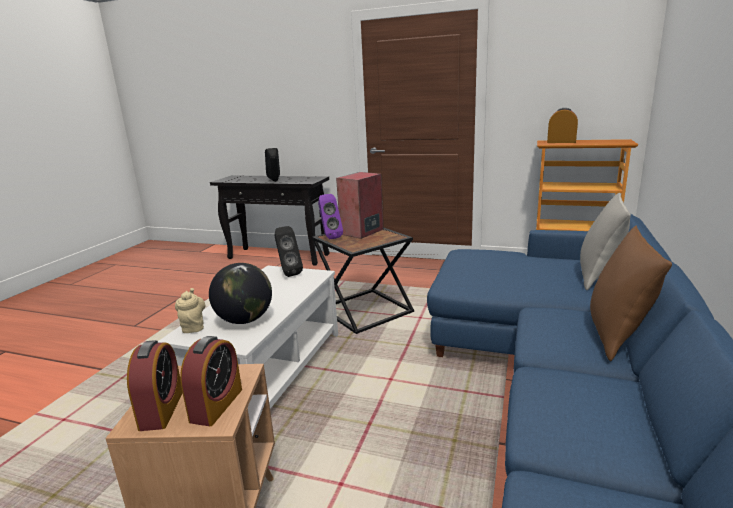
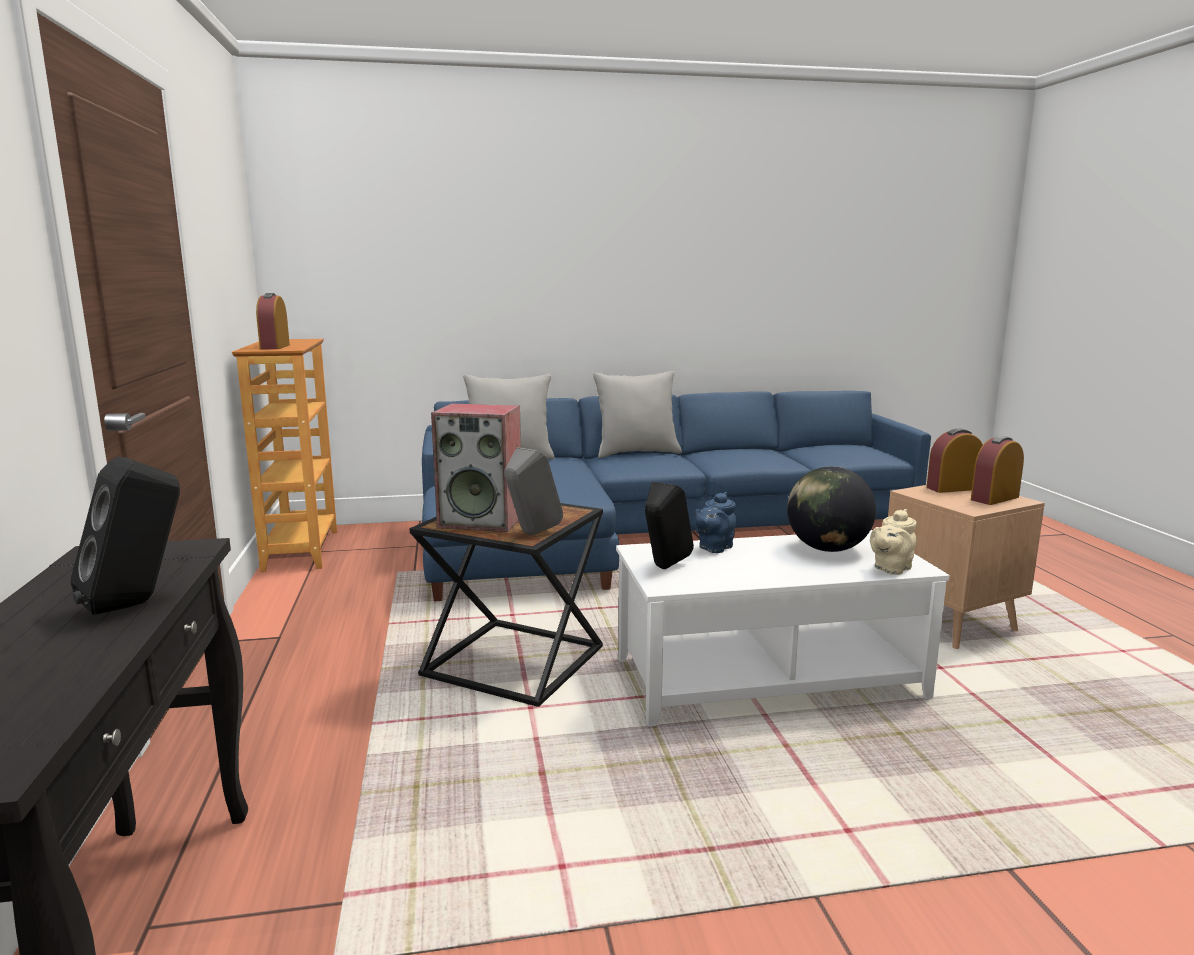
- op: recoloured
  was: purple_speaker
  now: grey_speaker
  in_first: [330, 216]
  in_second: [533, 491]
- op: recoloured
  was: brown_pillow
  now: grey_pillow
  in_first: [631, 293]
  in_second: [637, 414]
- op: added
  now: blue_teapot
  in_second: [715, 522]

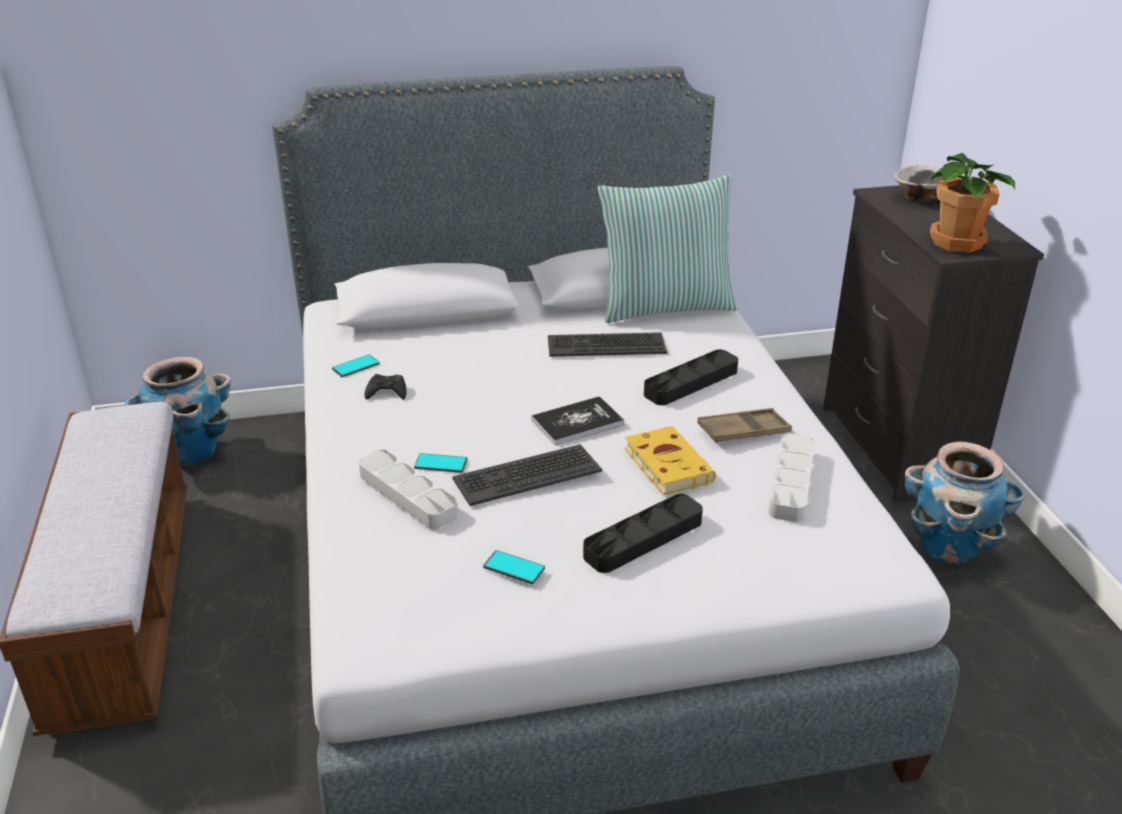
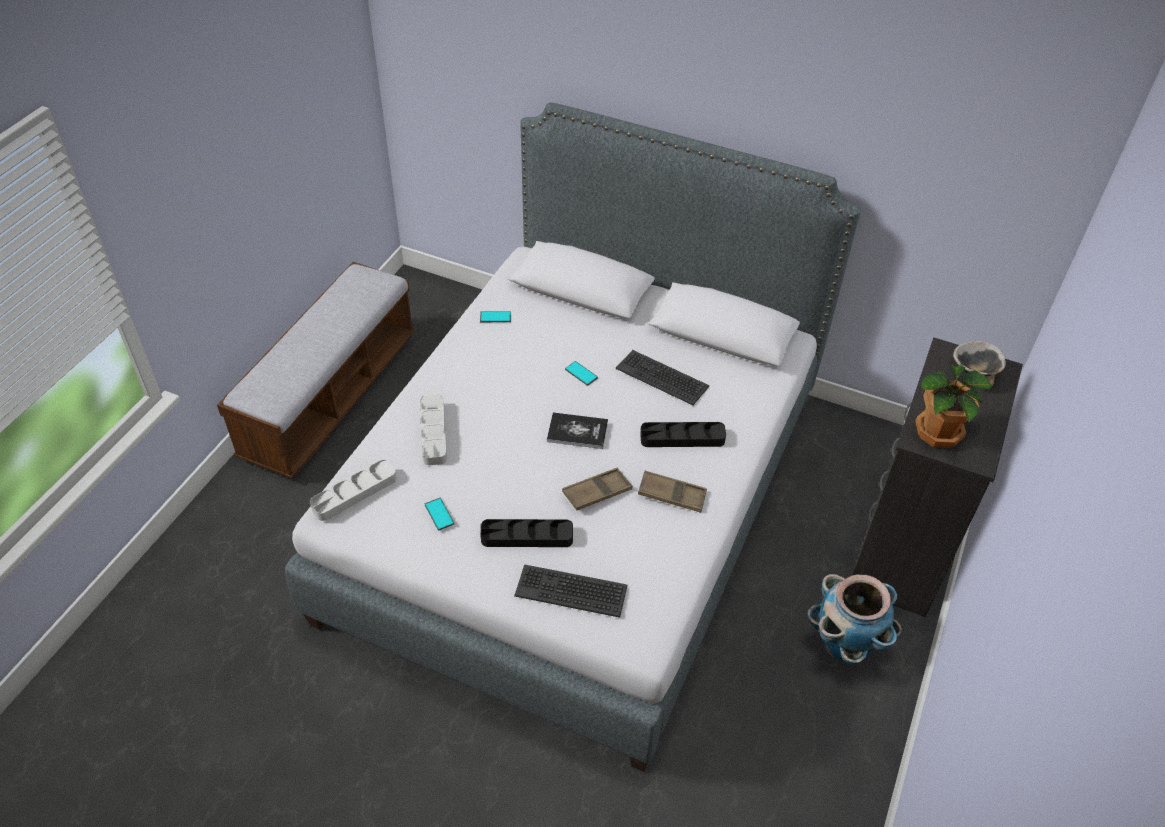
- op: removed
  was: pillow
  in_first: [667, 248]
- op: removed
  was: planter
  in_first: [178, 411]
- op: removed
  was: black_game_controller
  in_first: [385, 387]
- op: replaced
  was: yellow_book
  now: brown_tray
  in_first: [670, 461]
  in_second: [597, 489]
- op: moved
  was: grey_tray
  in_first: [791, 478]
  in_second: [353, 490]
- op: moved
  was: keyboard
  in_first: [527, 475]
  in_second: [571, 591]
- op: moved
  was: phone
  in_first: [441, 463]
  in_second: [581, 373]

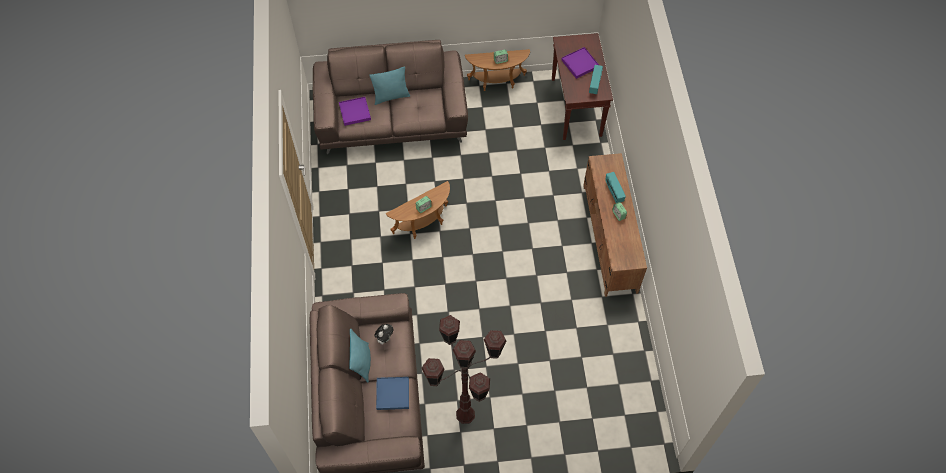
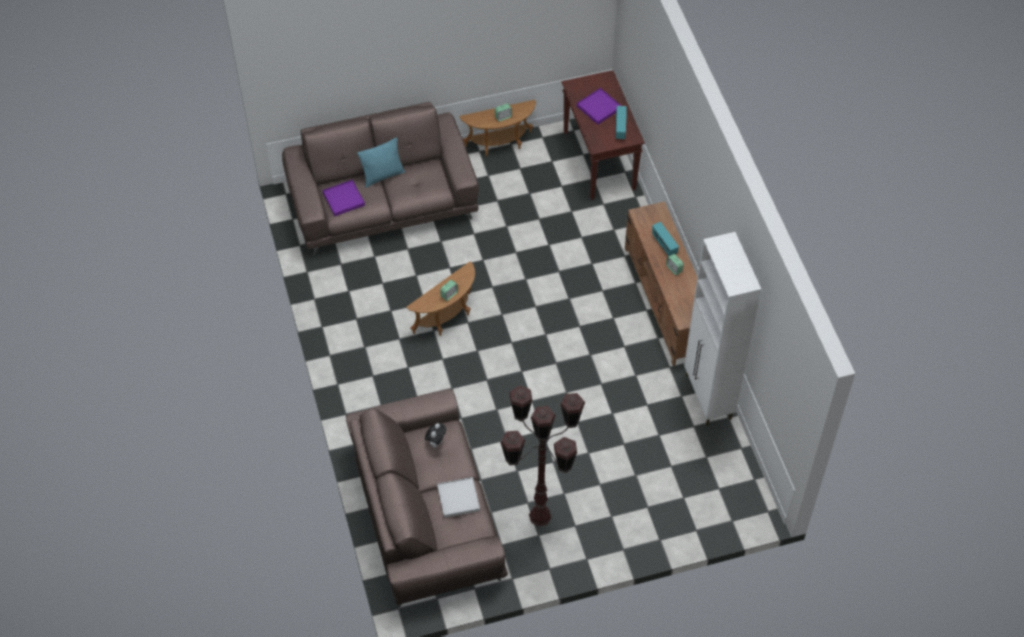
- op: removed
  was: turquoise_pillow
  in_first: [360, 355]
- op: recoloured
  was: blue_tray
  now: white_tray
  in_first: [392, 393]
  in_second: [458, 497]
- op: added
  now: white_cabinet
  in_second: [722, 329]

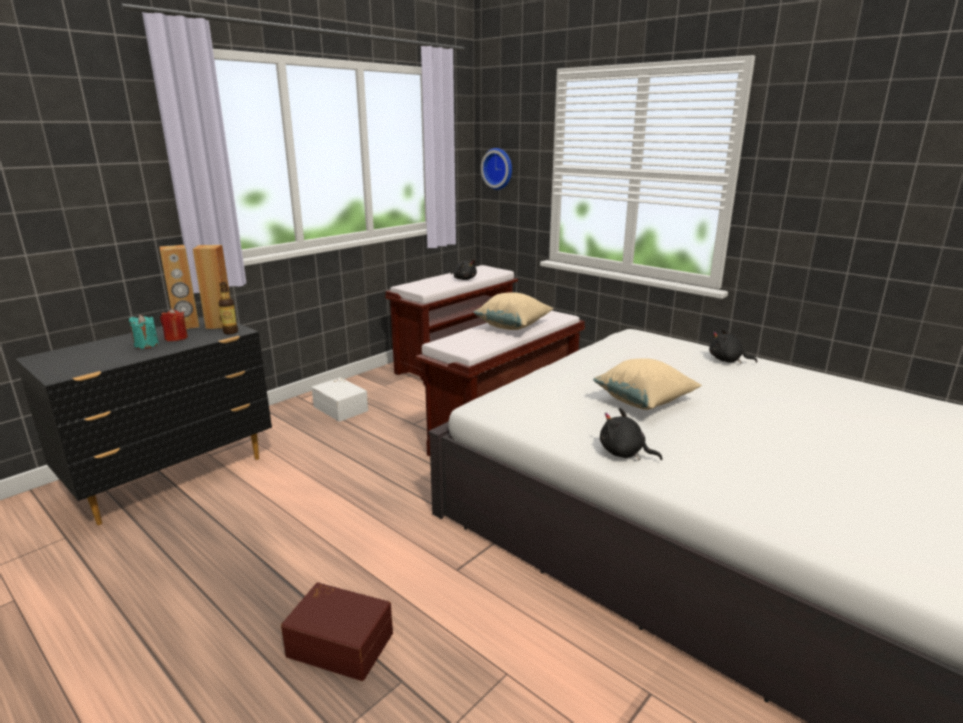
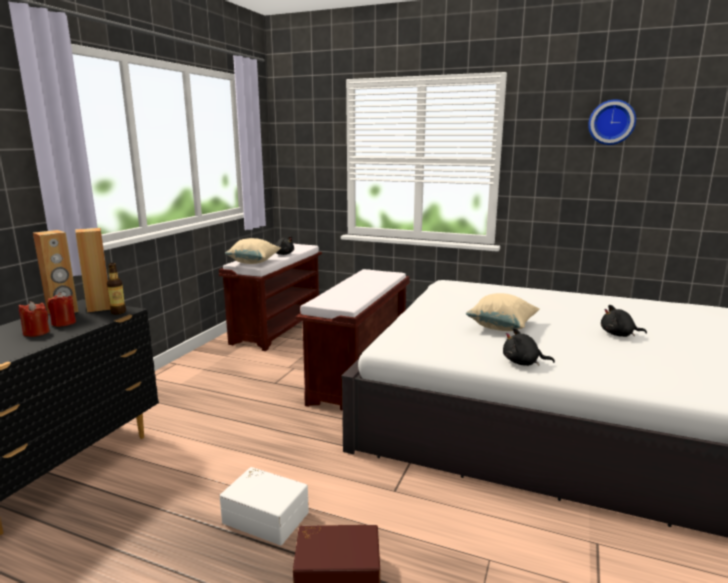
- op: moved
  was: wall_clock
  in_first: [496, 169]
  in_second: [612, 122]
- op: moved
  was: beige_pillow
  in_first: [513, 311]
  in_second: [253, 251]
- op: recoloured
  was: turquoise_candle
  now: red_candle
  in_first: [144, 332]
  in_second: [34, 319]
- op: moved
  was: black_plush_toy
  in_first: [733, 346]
  in_second: [624, 321]
- op: moved
  was: white_storage_box
  in_first: [340, 399]
  in_second: [264, 506]

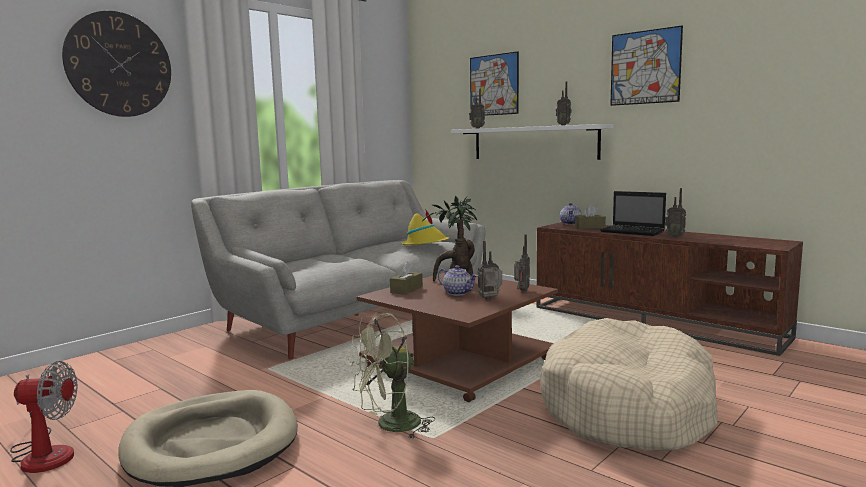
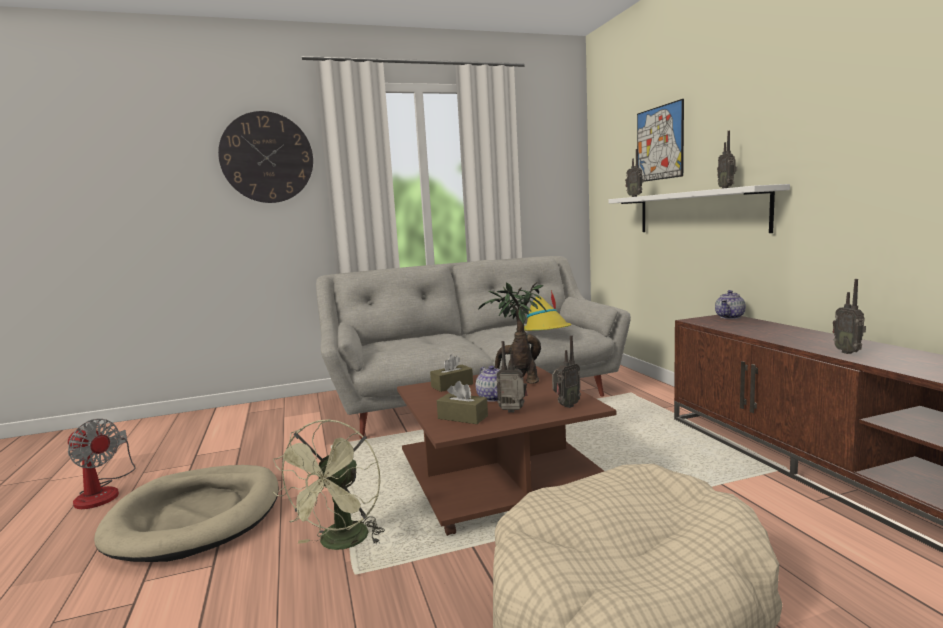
- op: removed
  was: picture
  in_first: [646, 65]
- op: removed
  was: laptop
  in_first: [633, 213]
- op: moved
  was: brown_tissue_box
  in_first: [590, 217]
  in_second: [462, 402]
- op: turned
  was: green_fan
  in_first: [392, 376]
  in_second: [329, 484]
  clockwise: -75

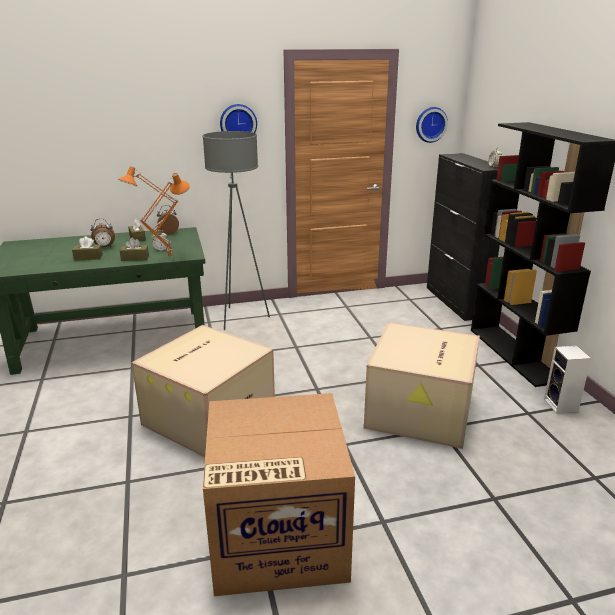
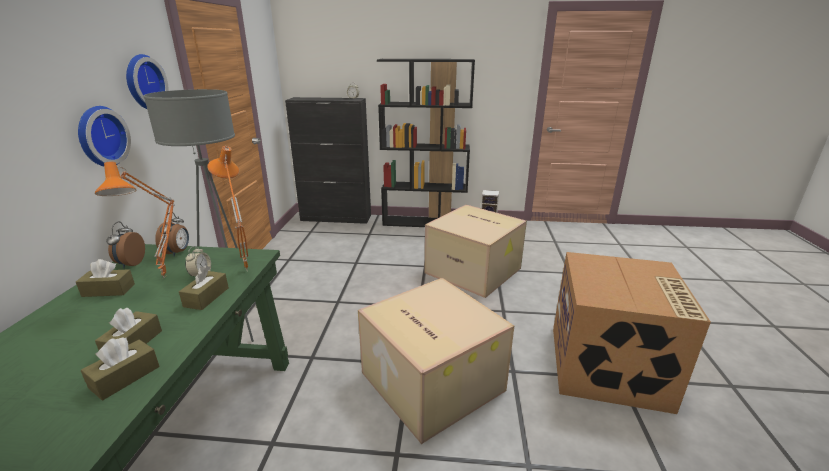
- op: moved
  was: wall_clock
  in_first: [432, 125]
  in_second: [104, 136]
- op: moved
  was: alarm_clock
  in_first: [103, 232]
  in_second: [172, 235]
- op: added
  now: brown_tissue_box
  in_second: [120, 368]

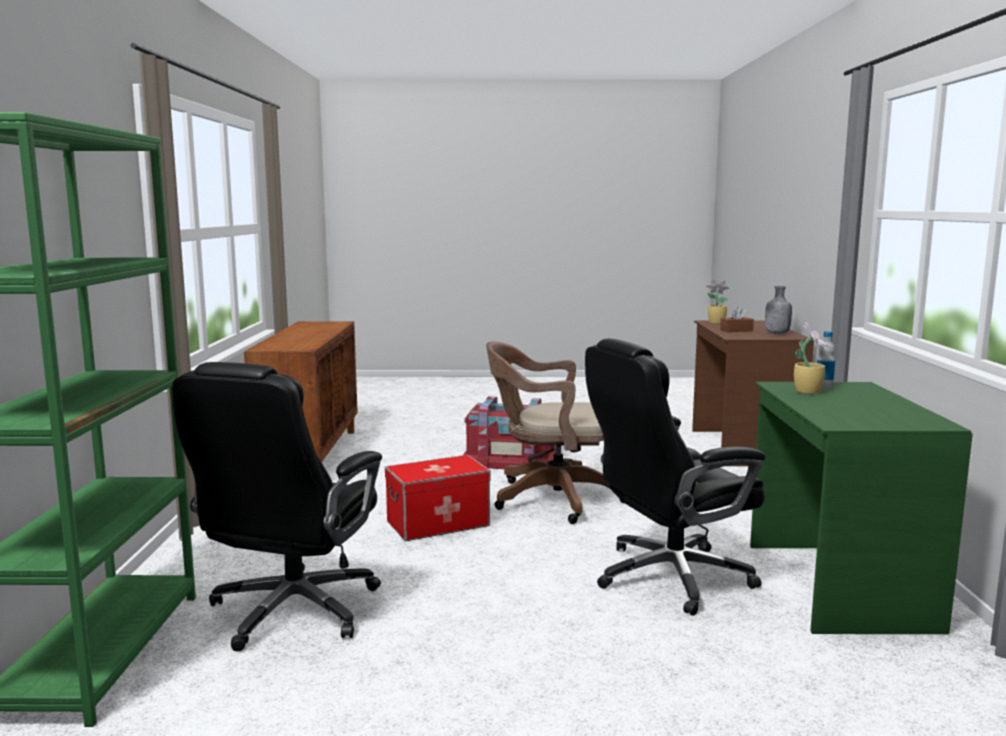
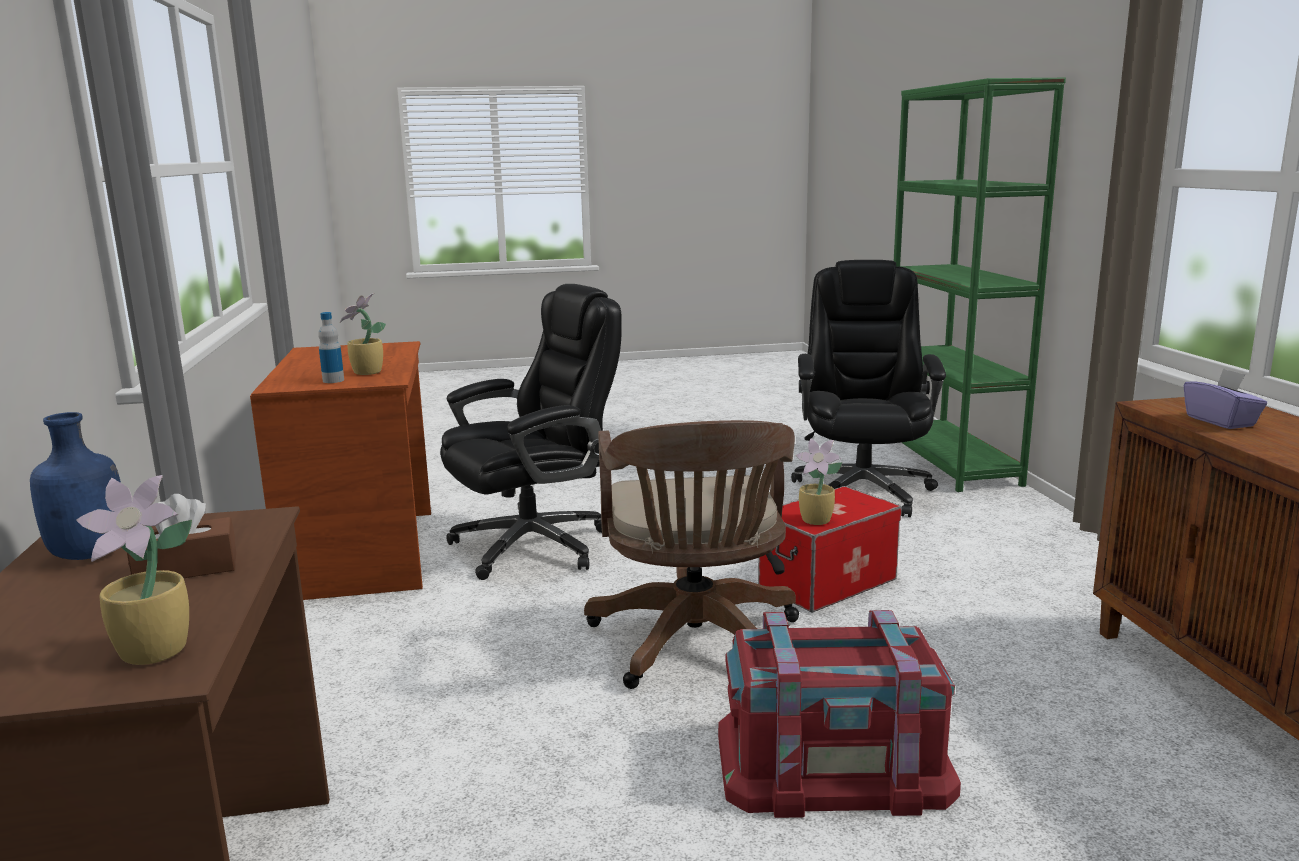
- op: recoloured
  was: grey_bottle
  now: blue_bottle
  in_first: [778, 310]
  in_second: [75, 486]
- op: turned
  was: brown_office_chair
  in_first: [554, 433]
  in_second: [691, 554]
  clockwise: 90
- op: recoloured
  was: green_desk
  now: brown_desk
  in_first: [861, 508]
  in_second: [340, 470]
- op: added
  now: purple_tissue_box
  in_second: [1226, 398]
- op: added
  now: potted_plant
  in_second: [819, 482]

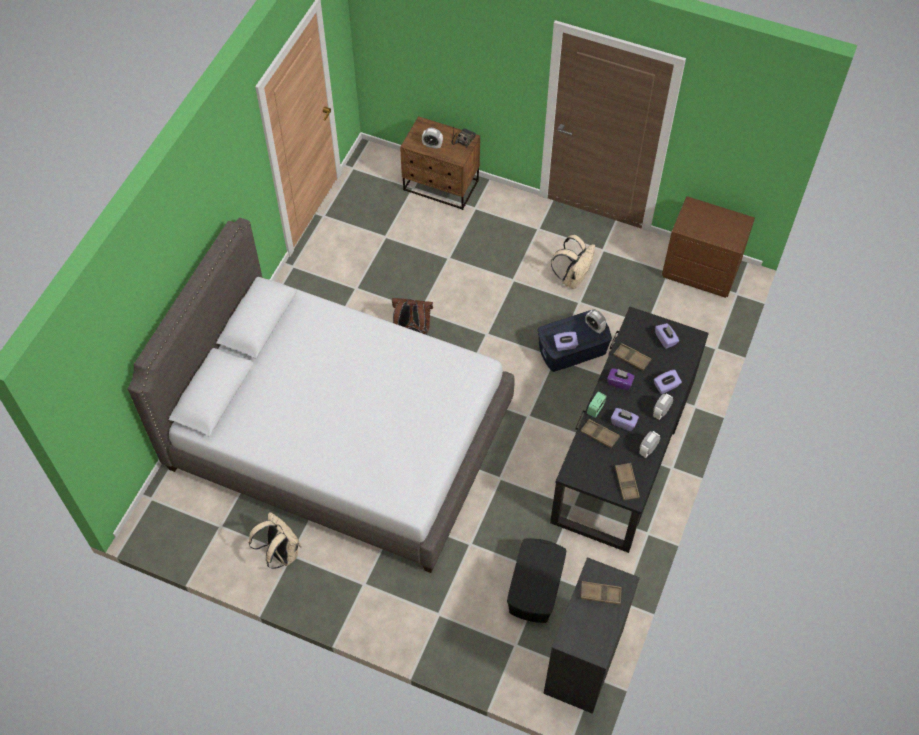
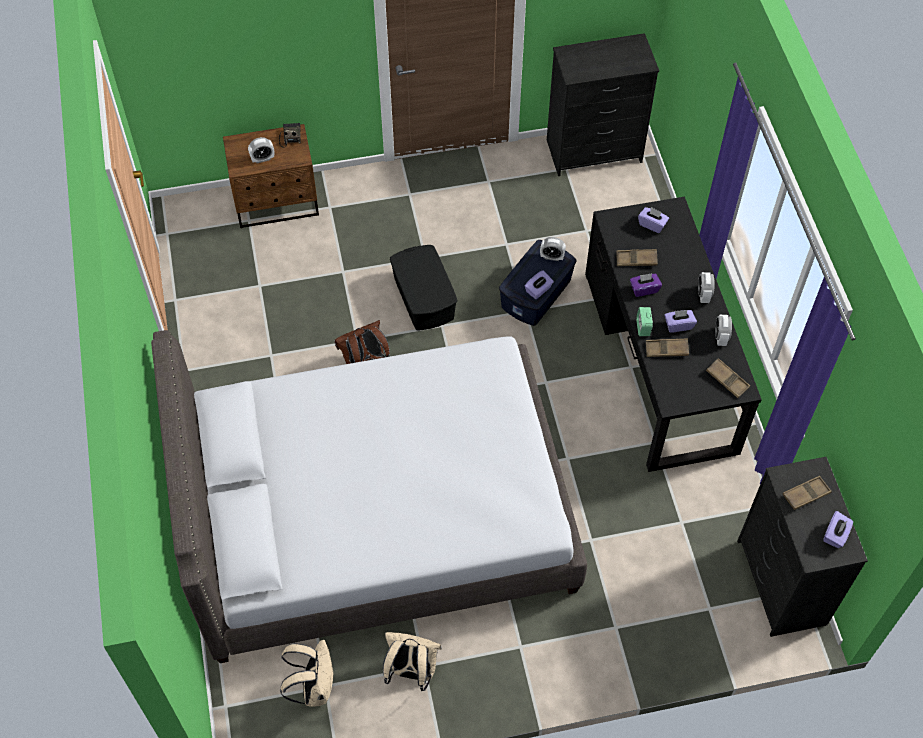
- op: replaced
  was: brown_nightstand
  now: black_dresser
  in_first: [708, 247]
  in_second: [603, 104]
- op: moved
  was: beige_backpack
  in_first: [573, 262]
  in_second: [307, 673]
- op: moved
  was: purple_tissue_box
  in_first: [668, 382]
  in_second: [838, 529]
- op: moved
  was: black_storage_box
  in_first: [536, 580]
  in_second: [423, 287]

